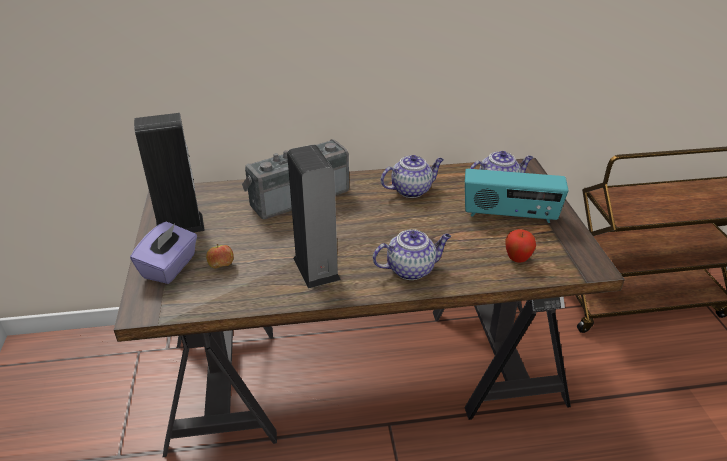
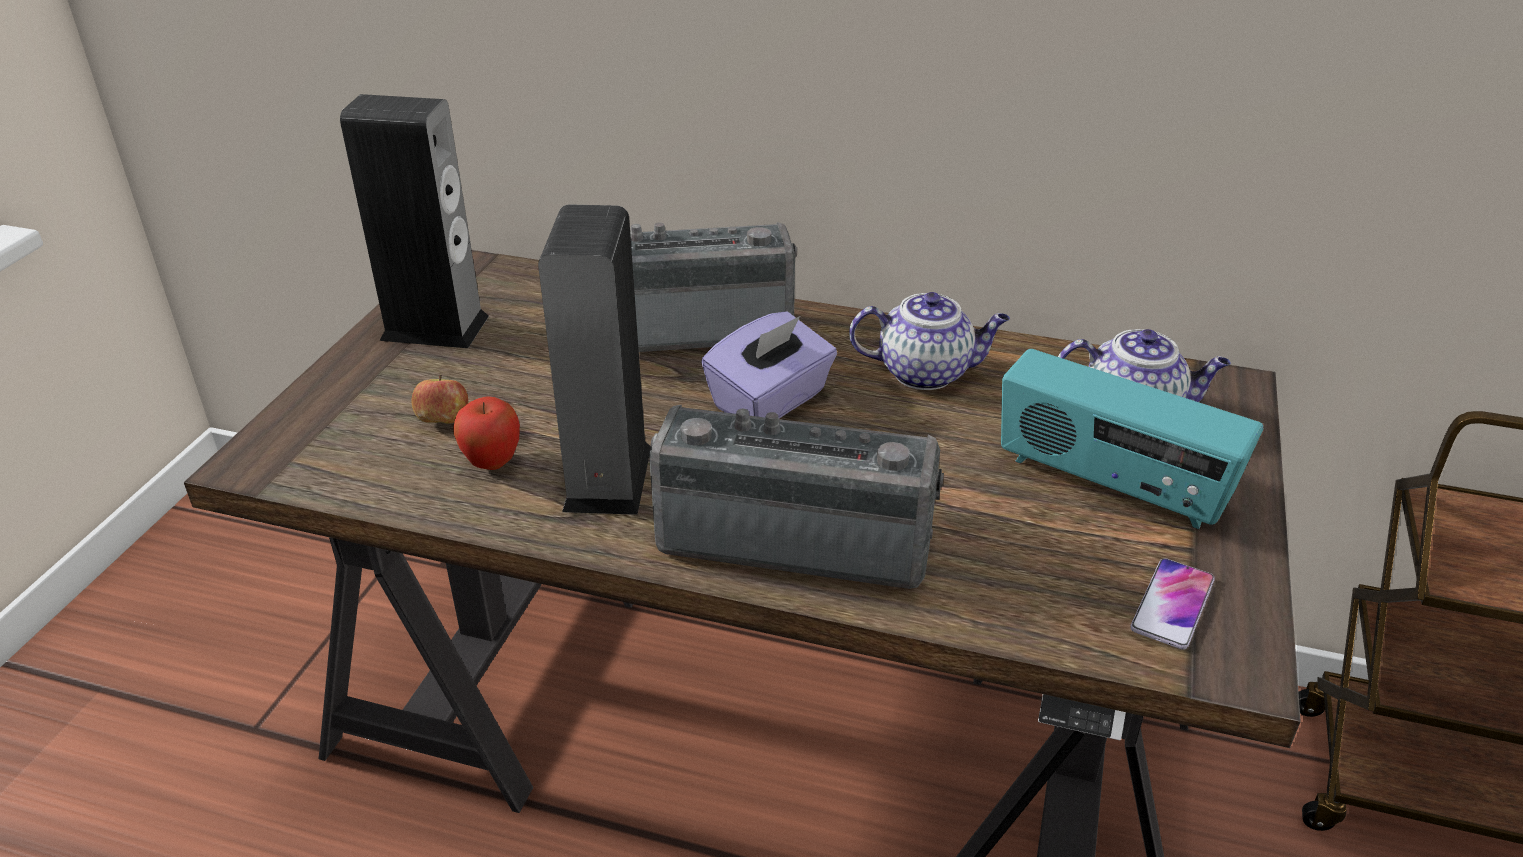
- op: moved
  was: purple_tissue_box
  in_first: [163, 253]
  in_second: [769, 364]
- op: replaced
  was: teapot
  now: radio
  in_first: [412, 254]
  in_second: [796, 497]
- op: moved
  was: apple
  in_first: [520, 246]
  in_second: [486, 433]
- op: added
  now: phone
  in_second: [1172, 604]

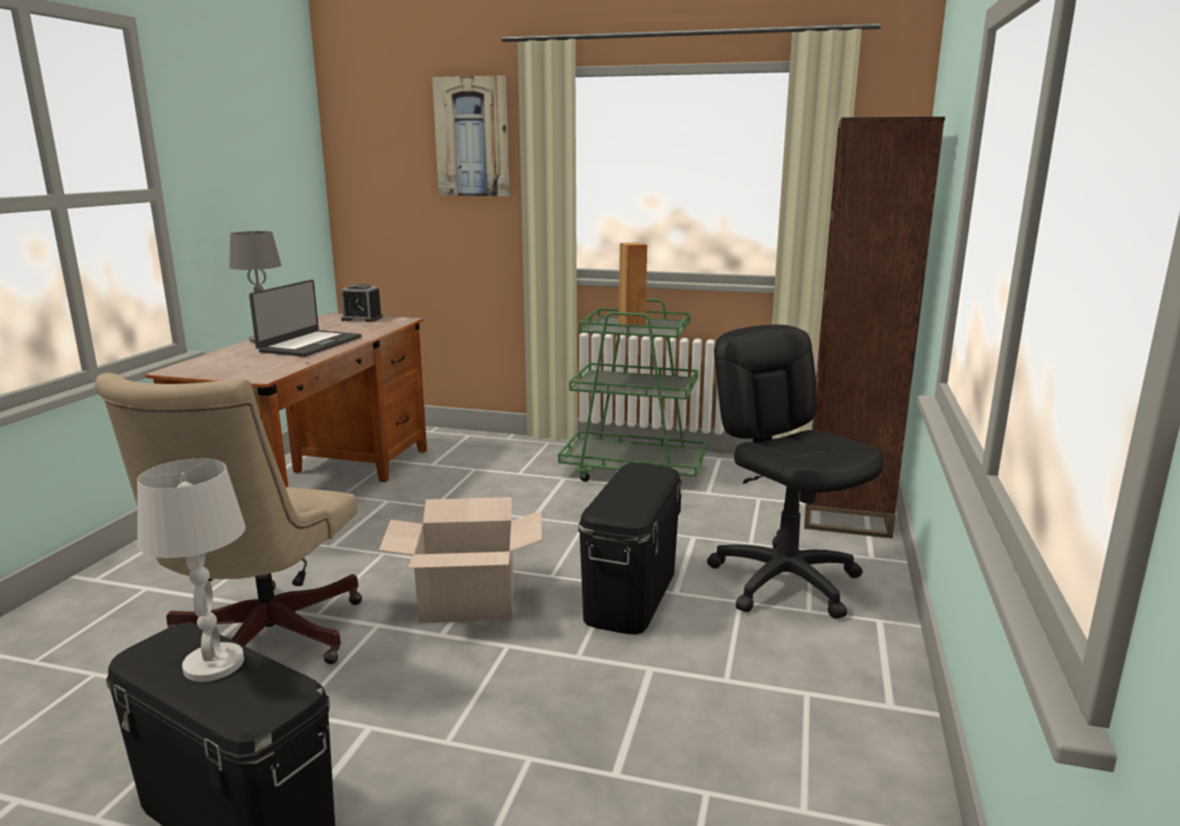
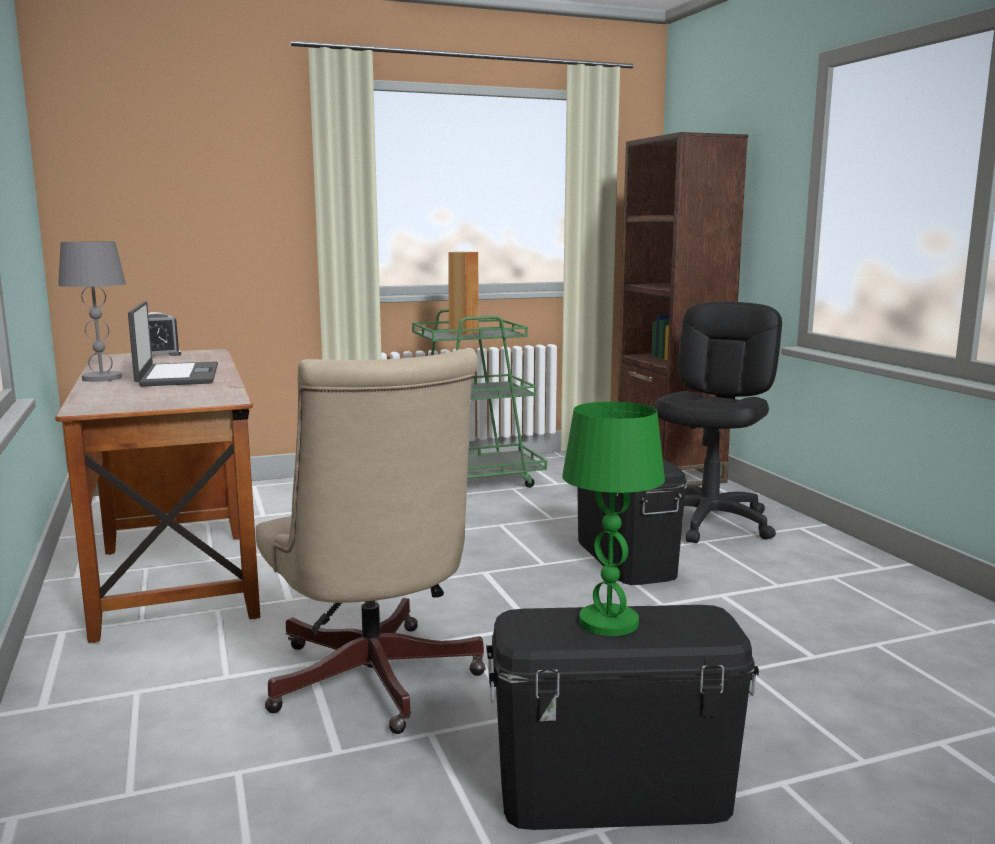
- op: removed
  was: picture
  in_first: [471, 135]
- op: turned
  was: black_office_chair
  in_first: [795, 472]
  in_second: [718, 422]
  clockwise: 90
- op: recoloured
  was: white_table_lamp
  now: green_table_lamp
  in_first: [191, 570]
  in_second: [613, 519]
- op: removed
  was: cardboard_box
  in_first: [460, 560]

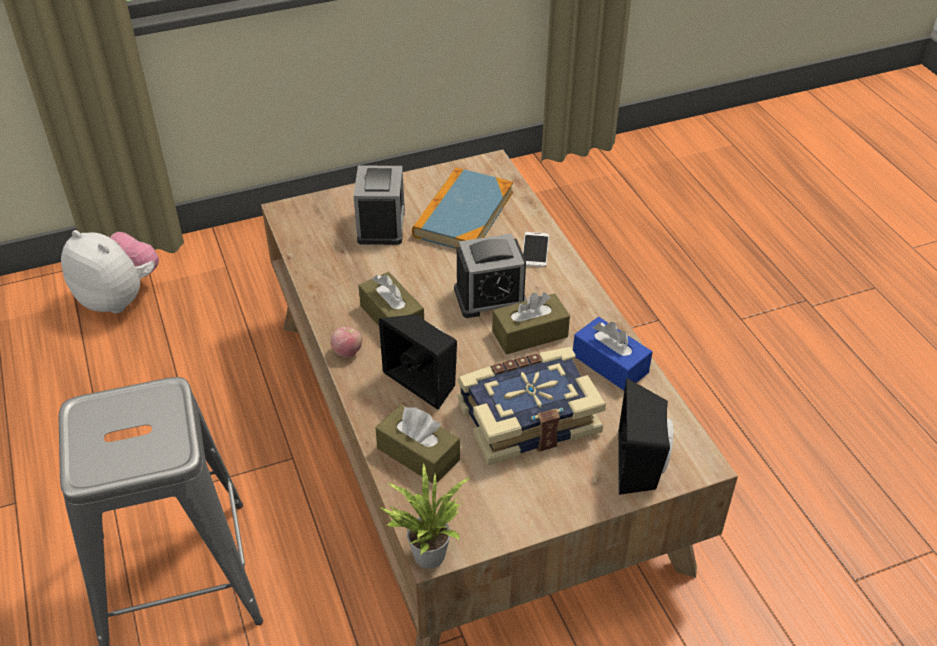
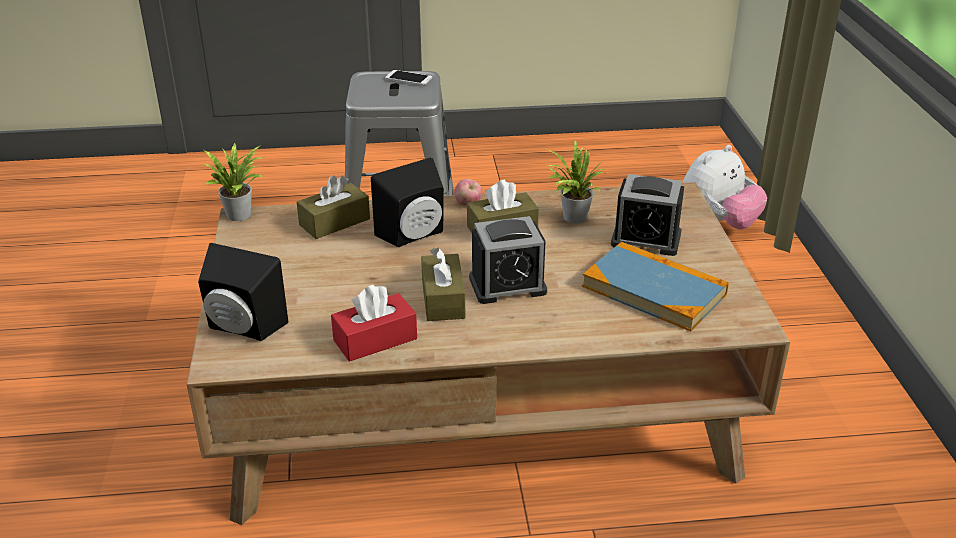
- op: moved
  was: phone
  in_first: [535, 249]
  in_second: [408, 77]
- op: turned
  was: alarm_clock
  in_first: [490, 276]
  in_second: [508, 260]
  clockwise: -105
- op: recoloured
  was: blue_tissue_box
  now: red_tissue_box
  in_first: [612, 353]
  in_second: [374, 323]
- op: removed
  was: book
  in_first: [531, 406]
- op: added
  now: potted_plant
  in_second: [576, 181]

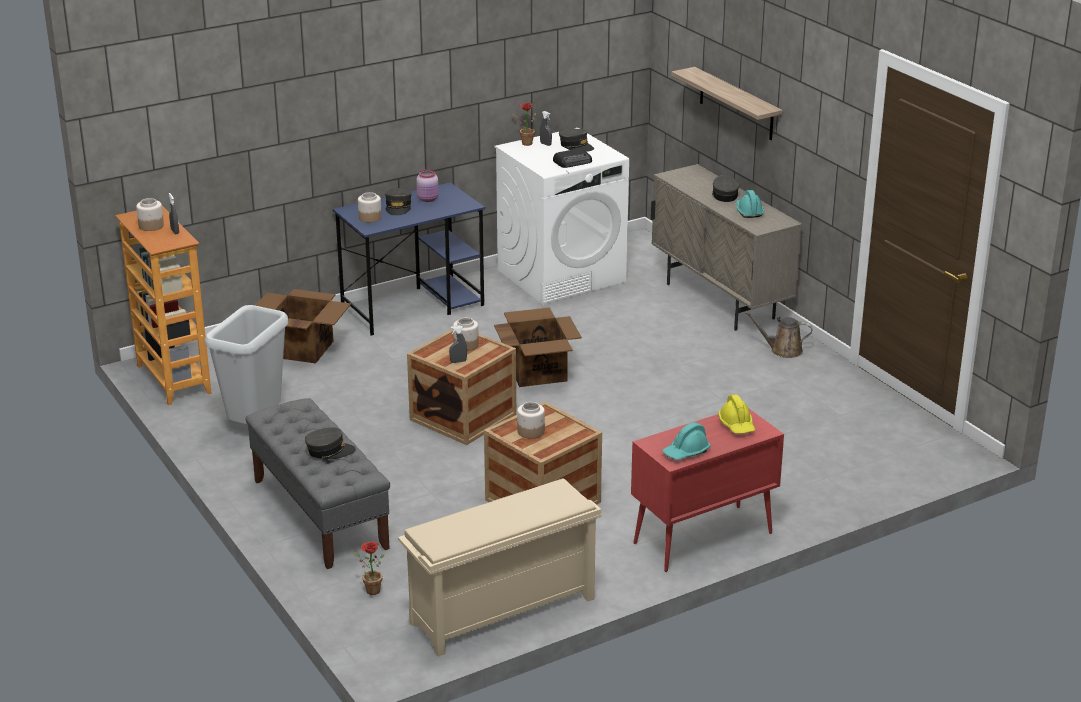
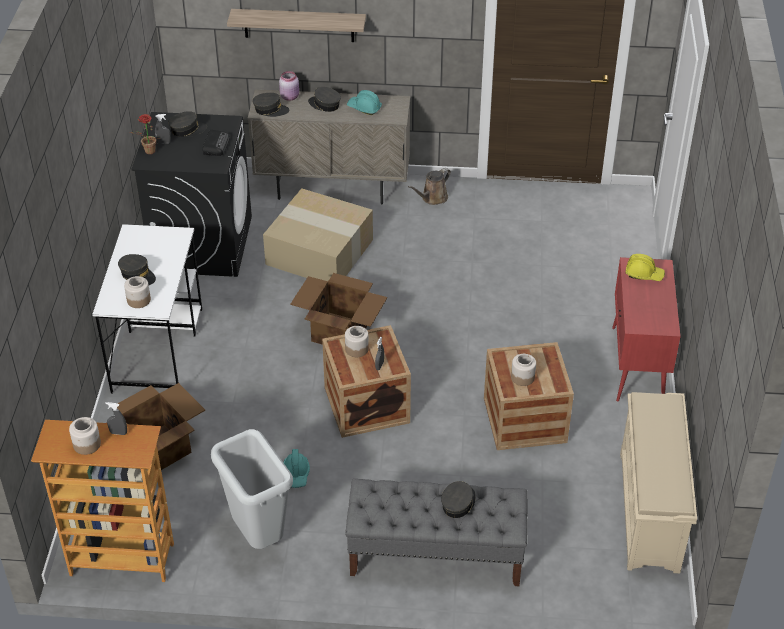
- op: recoloured
  was: white_washing_machine
  now: black_washing_machine
  in_first: [561, 216]
  in_second: [191, 194]
- op: moved
  was: pink_jar
  in_first: [427, 185]
  in_second: [289, 86]
- op: recoloured
  was: blue_desk
  now: white_desk
  in_first: [409, 258]
  in_second: [147, 309]
- op: moved
  was: turquoise_hard_hat
  in_first: [686, 441]
  in_second: [296, 468]
- op: removed
  was: potted_plant
  in_first: [369, 568]
- op: added
  now: grey_cap
  in_second: [270, 105]
- op: added
  now: cardboard_box
  in_second: [318, 234]

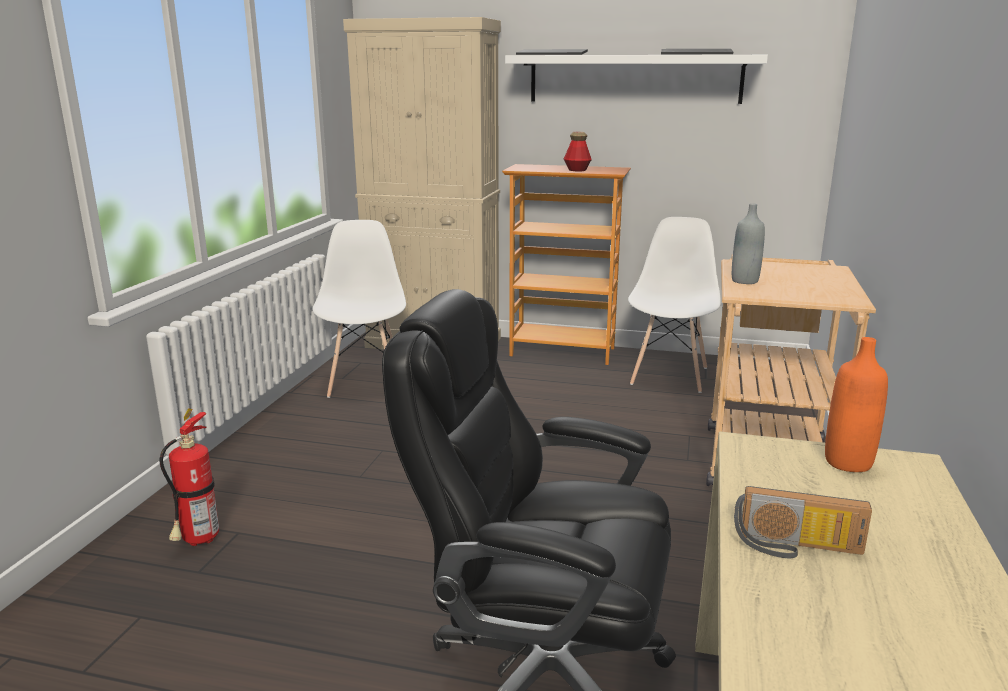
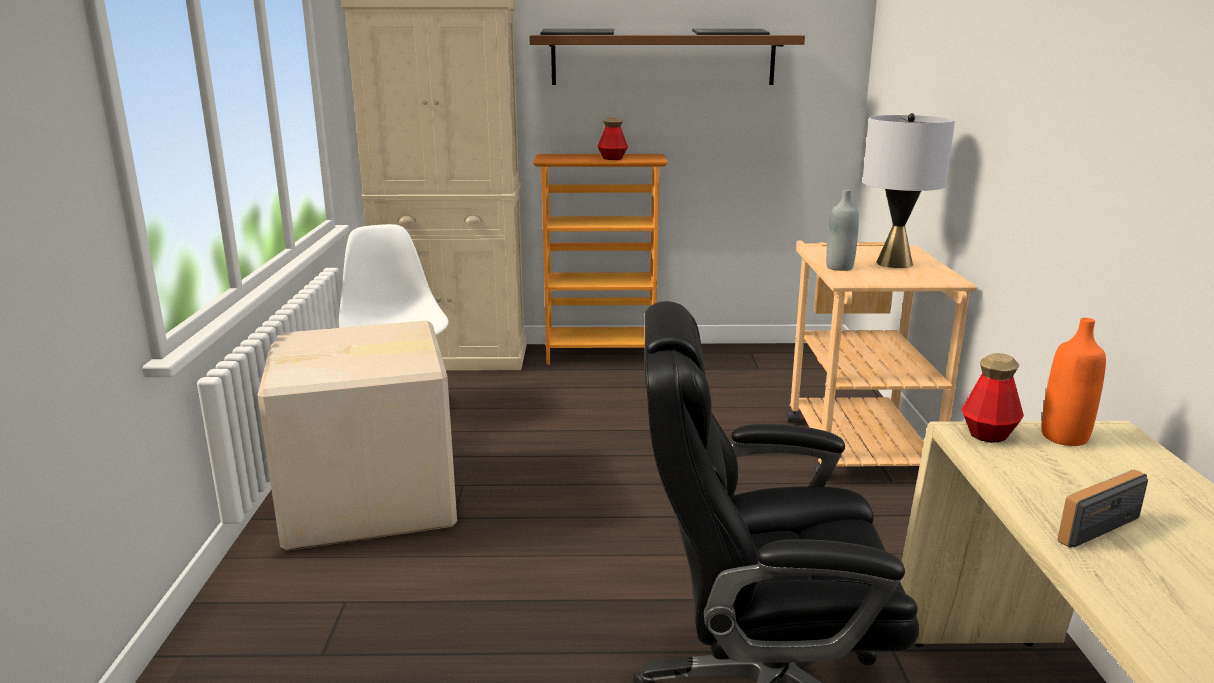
- op: recoloured
  was: white_shelf
  now: brown_shelf
  in_first: [636, 79]
  in_second: [667, 60]
- op: removed
  was: white_chair
  in_first: [674, 305]
- op: removed
  was: fire_extinguisher
  in_first: [189, 477]
- op: turned
  was: radio
  in_first: [803, 522]
  in_second: [1102, 509]
  clockwise: 150
- op: added
  now: grey_table_lamp
  in_second: [908, 190]
- op: added
  now: cardboard_box
  in_second: [357, 435]
- op: added
  now: bottle
  in_second: [993, 398]

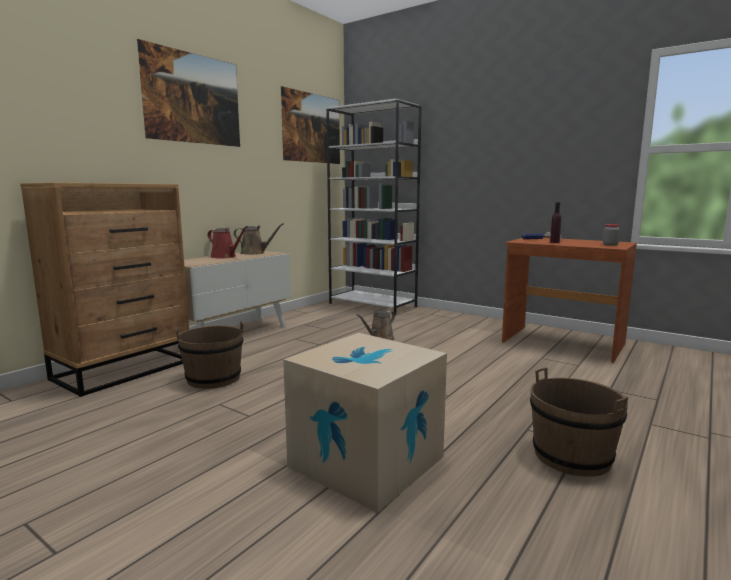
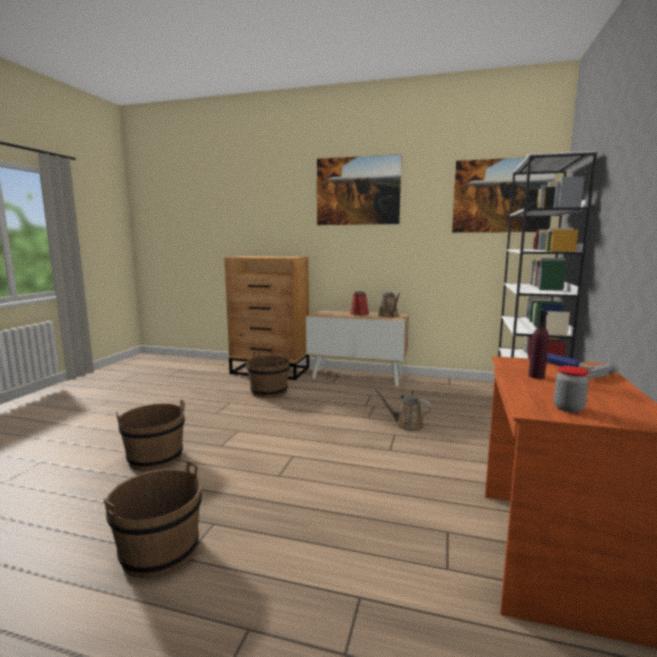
- op: replaced
  was: cardboard_box
  now: brown_bucket
  in_first: [365, 423]
  in_second: [150, 435]

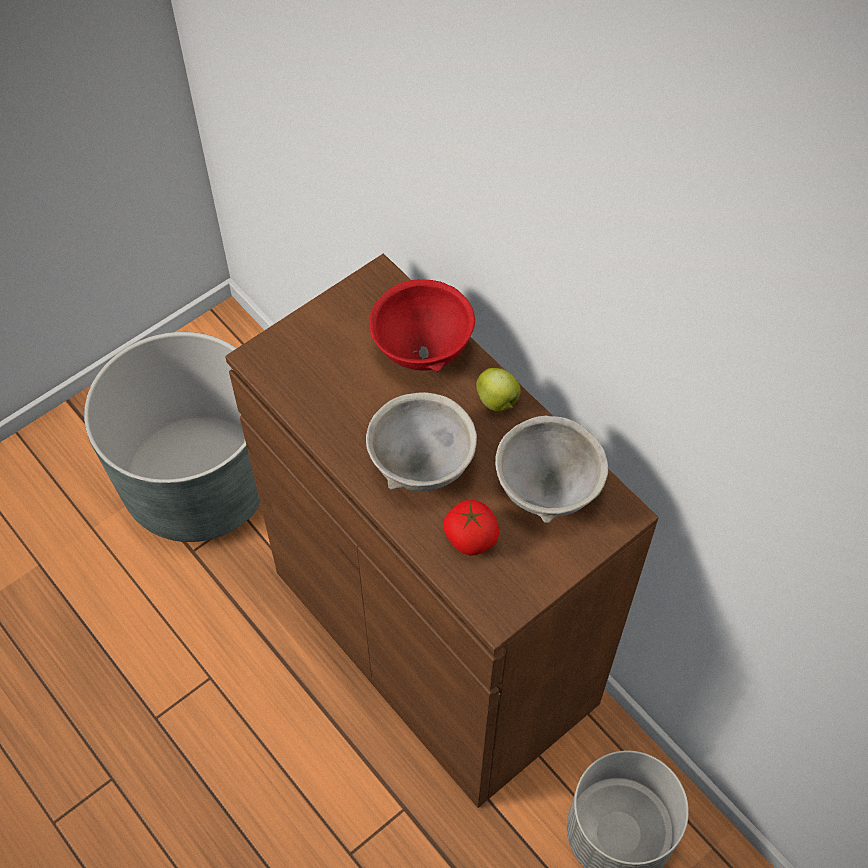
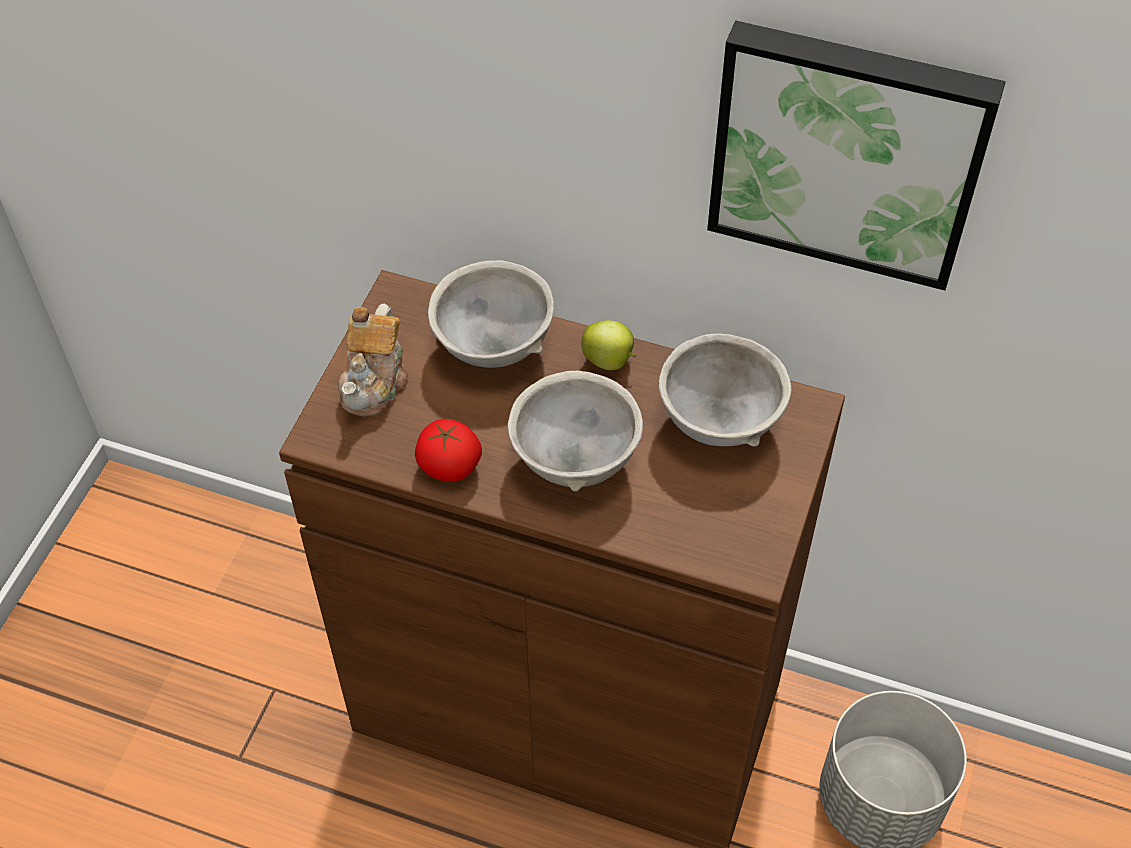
- op: recoloured
  was: red_bowl
  now: grey_bowl
  in_first: [422, 325]
  in_second: [491, 314]
- op: removed
  was: grey_planter
  in_first: [172, 437]
- op: moved
  was: tomato
  in_first: [471, 528]
  in_second: [448, 450]
- op: added
  now: picture
  in_second: [856, 156]
- op: added
  now: teapot
  in_second: [373, 360]

